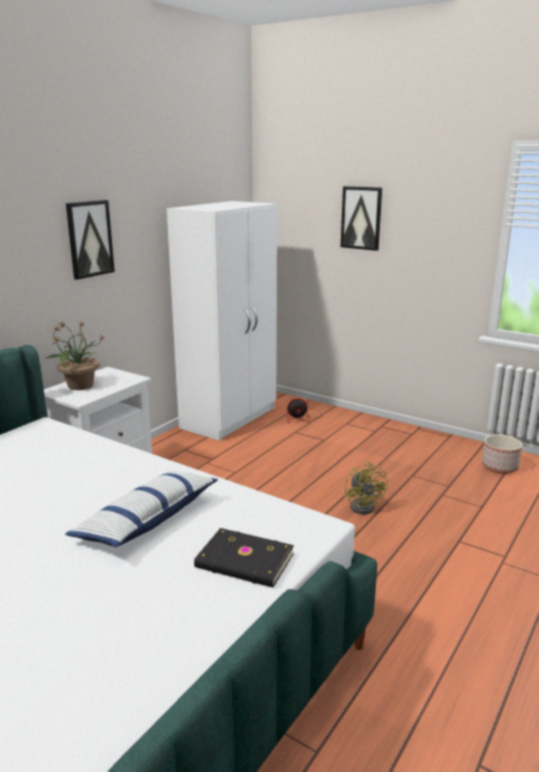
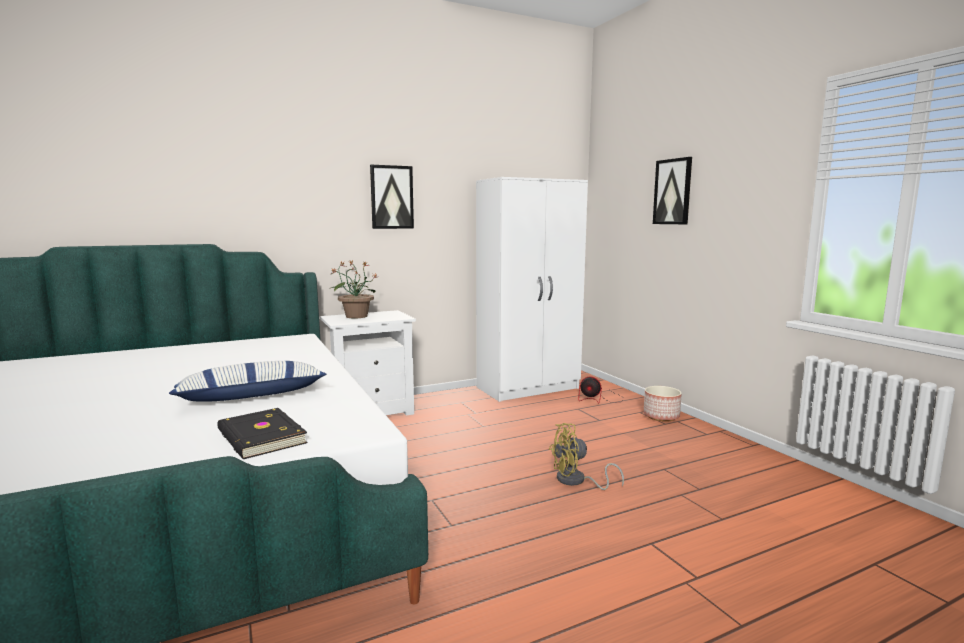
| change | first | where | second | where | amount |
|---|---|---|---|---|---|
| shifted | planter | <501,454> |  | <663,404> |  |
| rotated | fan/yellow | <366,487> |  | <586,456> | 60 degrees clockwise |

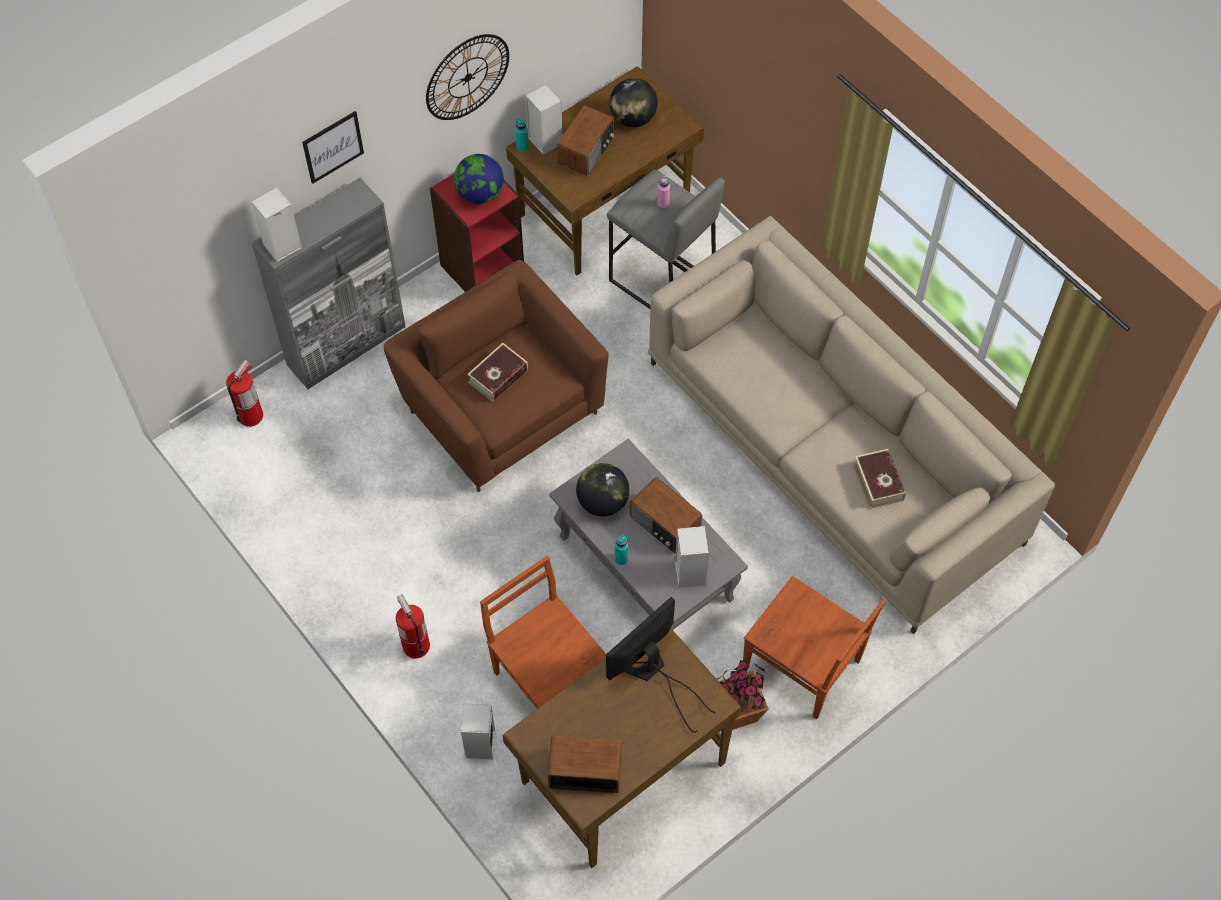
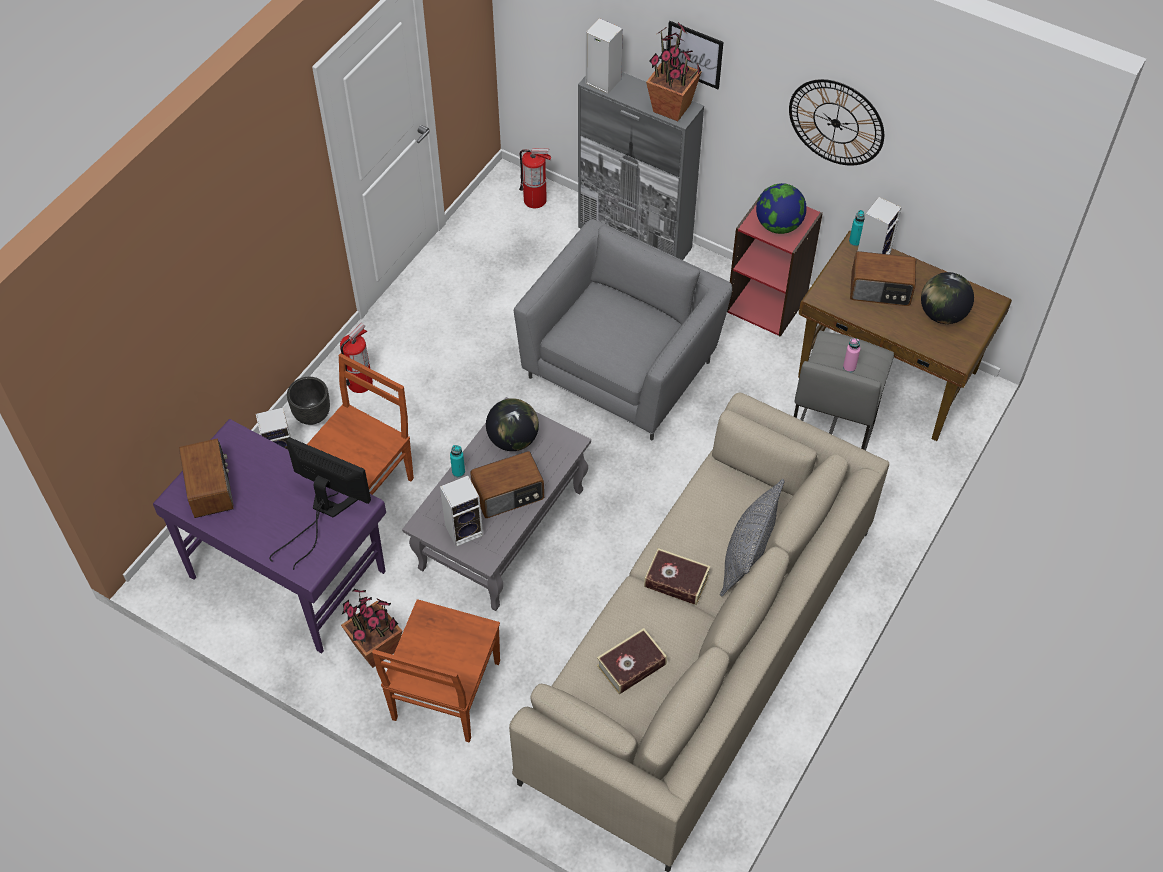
| change | first | where | second | where | amount |
|---|---|---|---|---|---|
| new |  |  | planter/black | <308,401> |  |
| new |  |  | potted plant | <674,71> |  |
| new |  |  | pillow/grey | <752,537> |  |
| shifted | book | <497,372> |  | <677,576> |  |
| repainted | armchair/brown | <496,376> | armchair/grey | <623,329> |  |
| repainted | desk/brown | <622,748> | desk/purple | <269,536> |  |
| rotated | radio | <666,515> |  | <507,484> | 135 degrees counterclockwise |

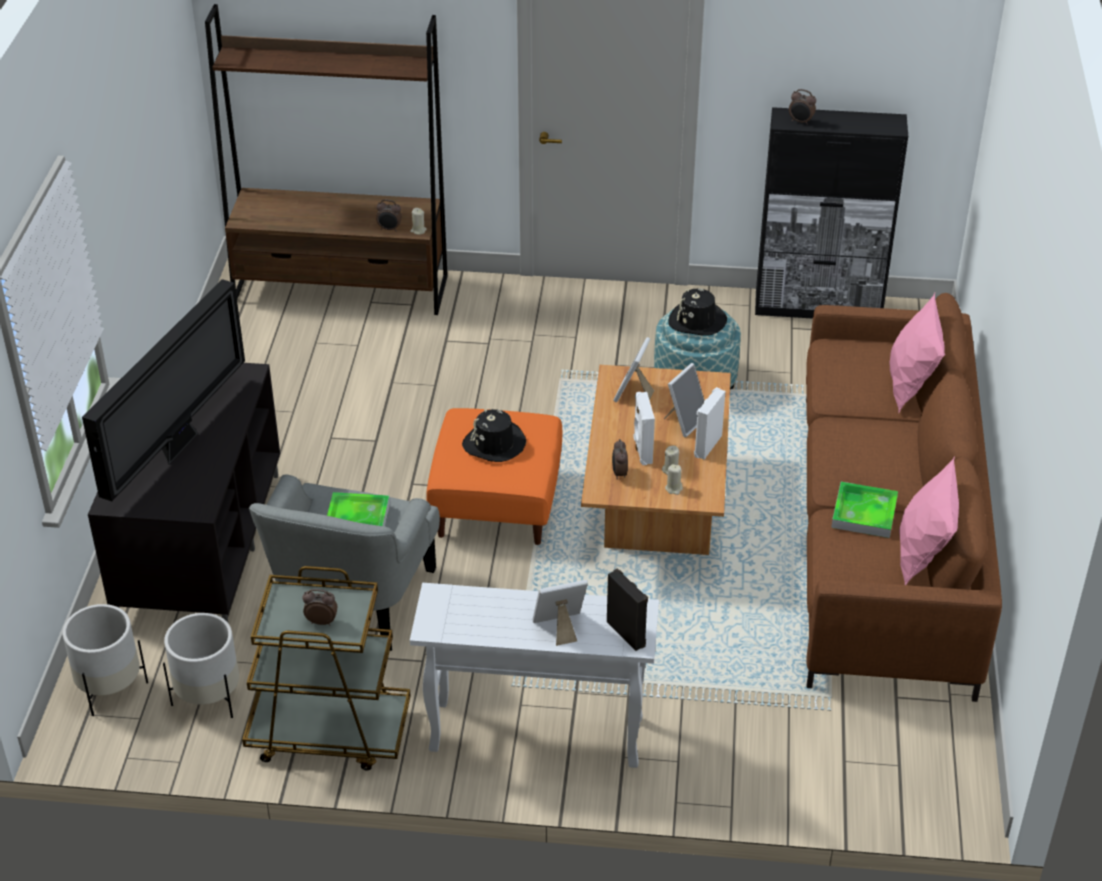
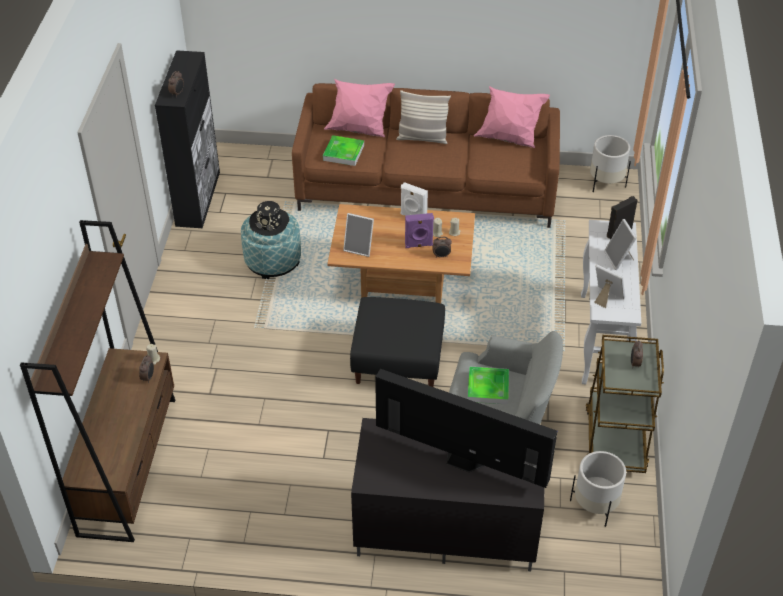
| change | first | where | second | where | amount |
|---|---|---|---|---|---|
| gone | hat/black | <494,435> |  |  |  |
| new |  |  | pillow | <423,117> |  |
| shifted | planter/white | <105,660> |  | <610,163> |  |
| shifted | picture frame | <684,400> |  | <609,286> |  |
| shifted | tray | <864,510> |  | <343,150> |  |
| repainted | ottoman/orange | <494,476> | ottoman/black | <397,342> |  |
| repainted | speaker/white | <644,428> | speaker/purple | <419,230> |  |

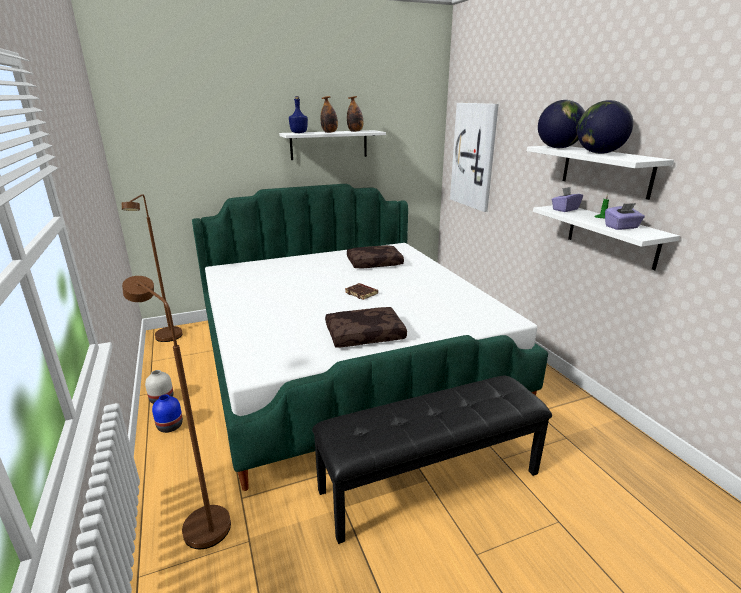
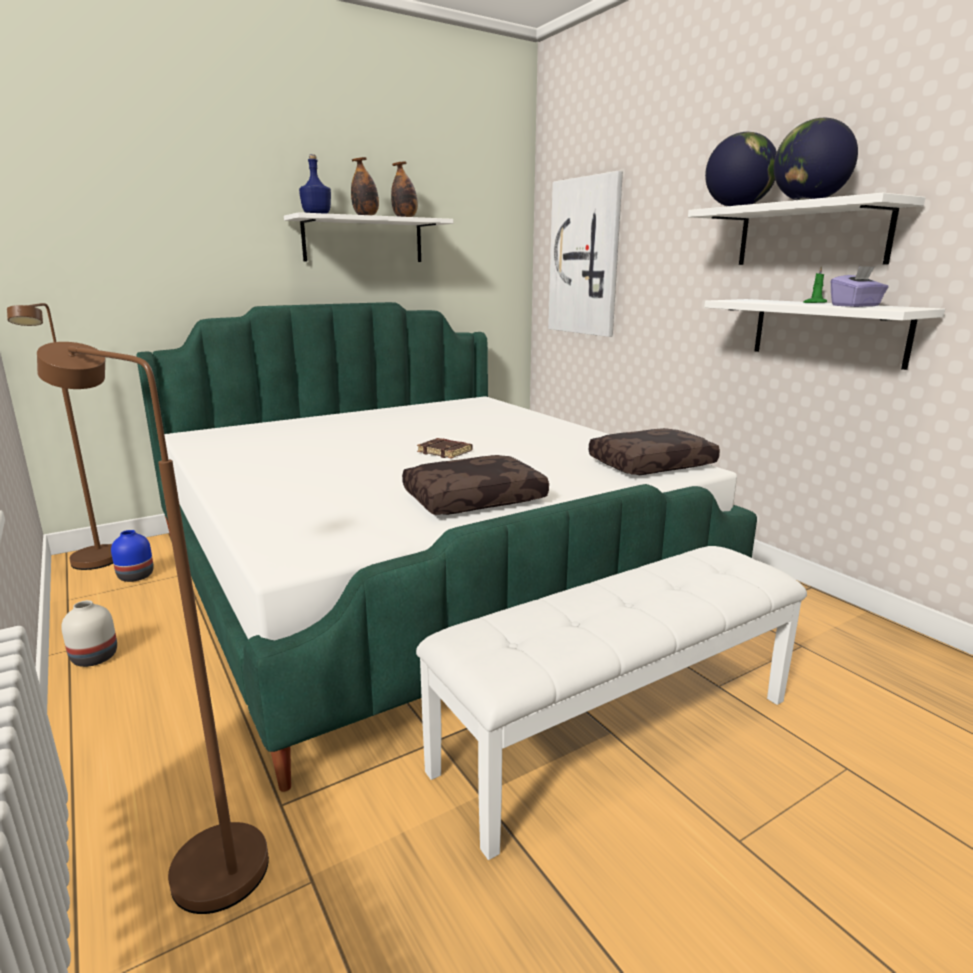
| change | first | where | second | where | amount |
|---|---|---|---|---|---|
| gone | tissue box/purple | <567,199> |  |  |  |
| shifted | vase/blue | <167,413> |  | <132,556> |  |
| shifted | pillow/brown | <375,257> |  | <654,451> |  |
| repainted | bench/black | <432,460> | bench/white | <611,703> |  |

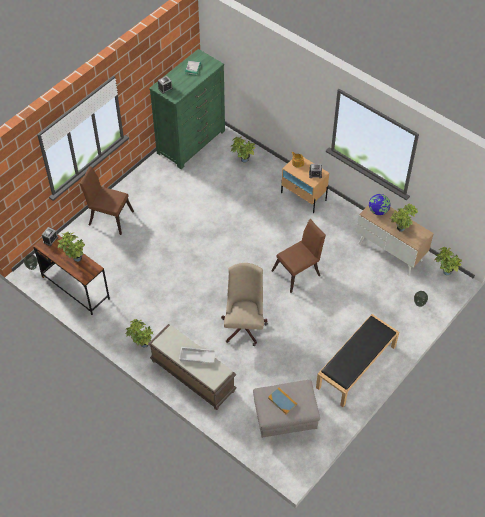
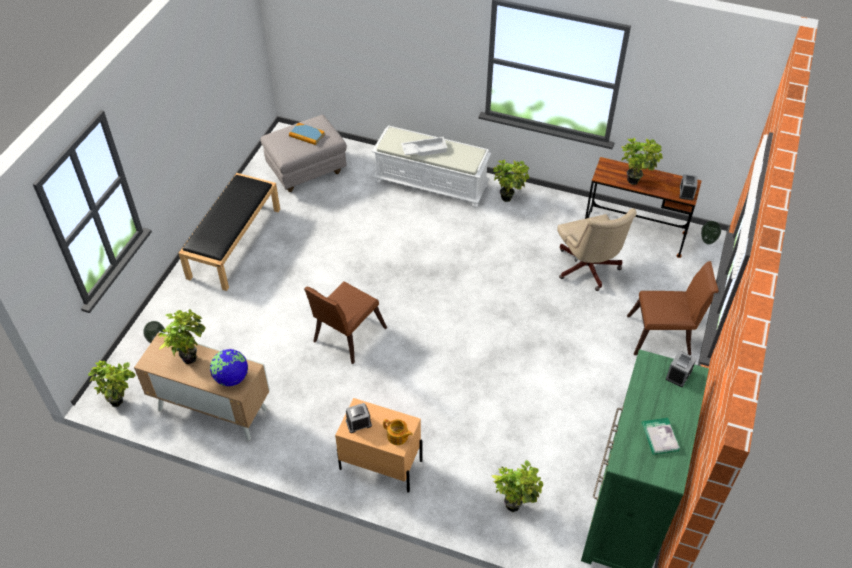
| change | first | where | second | where | amount |
|---|---|---|---|---|---|
| shifted | office chair/beige | <244,304> |  | <597,249> |  |
| repainted | bench/brown | <192,367> | bench/white | <431,166> |  |

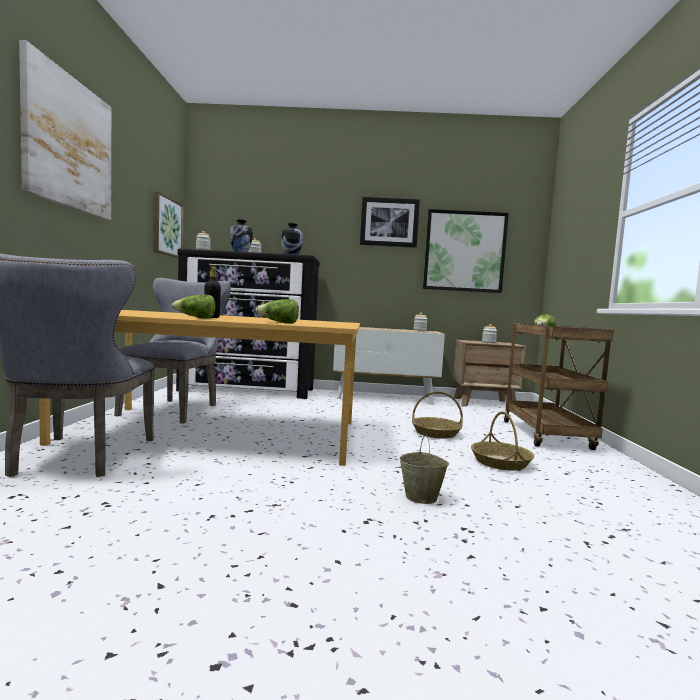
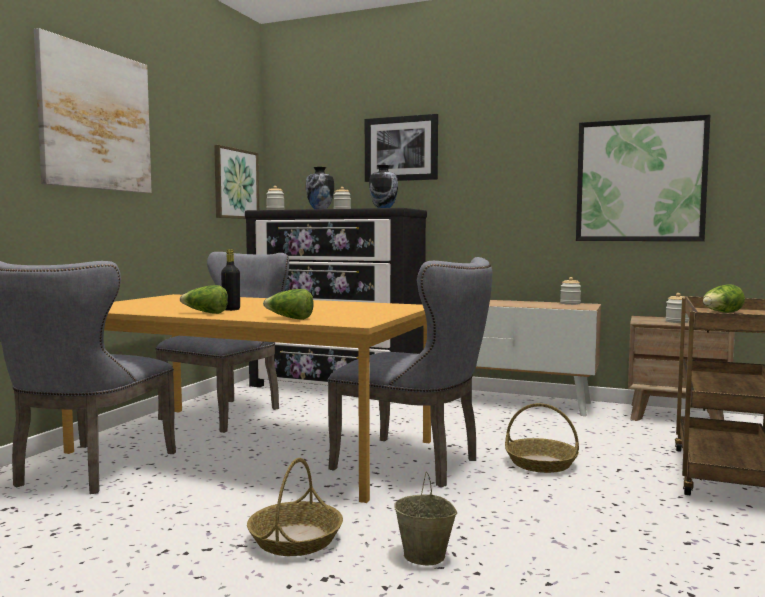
| change | first | where | second | where | amount |
|---|---|---|---|---|---|
| new |  |  | chair/grey | <410,372> |  |
| shifted | picture | <390,222> |  | <401,148> |  |
| shifted | basket | <502,441> |  | <295,507> |  |

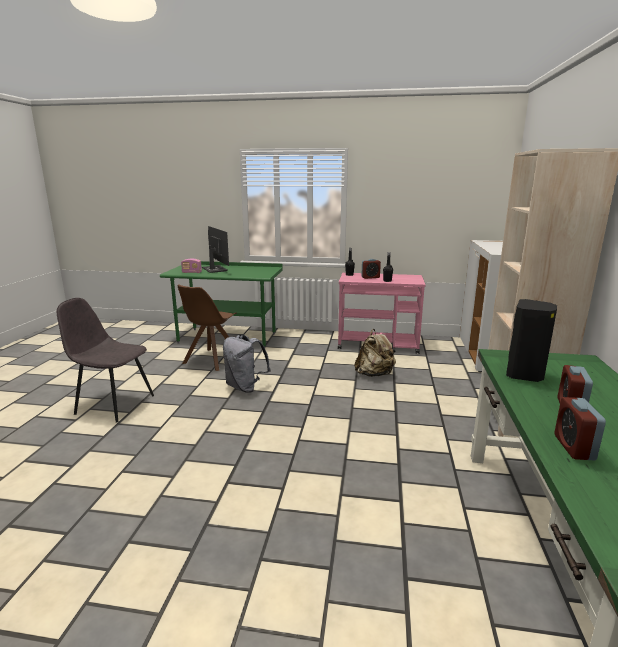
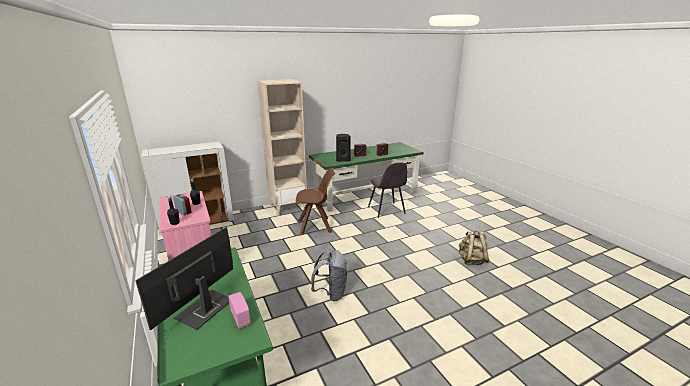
| change | first | where | second | where | amount |
|---|---|---|---|---|---|
| shifted | chair/grey | <105,360> |  | <387,190> |  |
| shifted | chair/brown | <207,327> |  | <315,201> |  |
| shifted | backpack/beige | <375,353> |  | <474,248> |  |

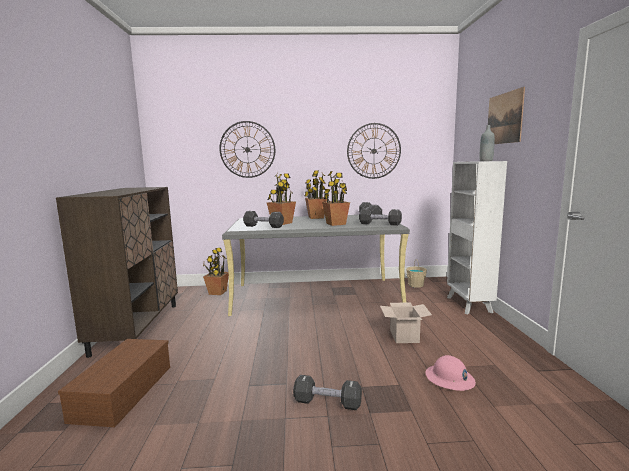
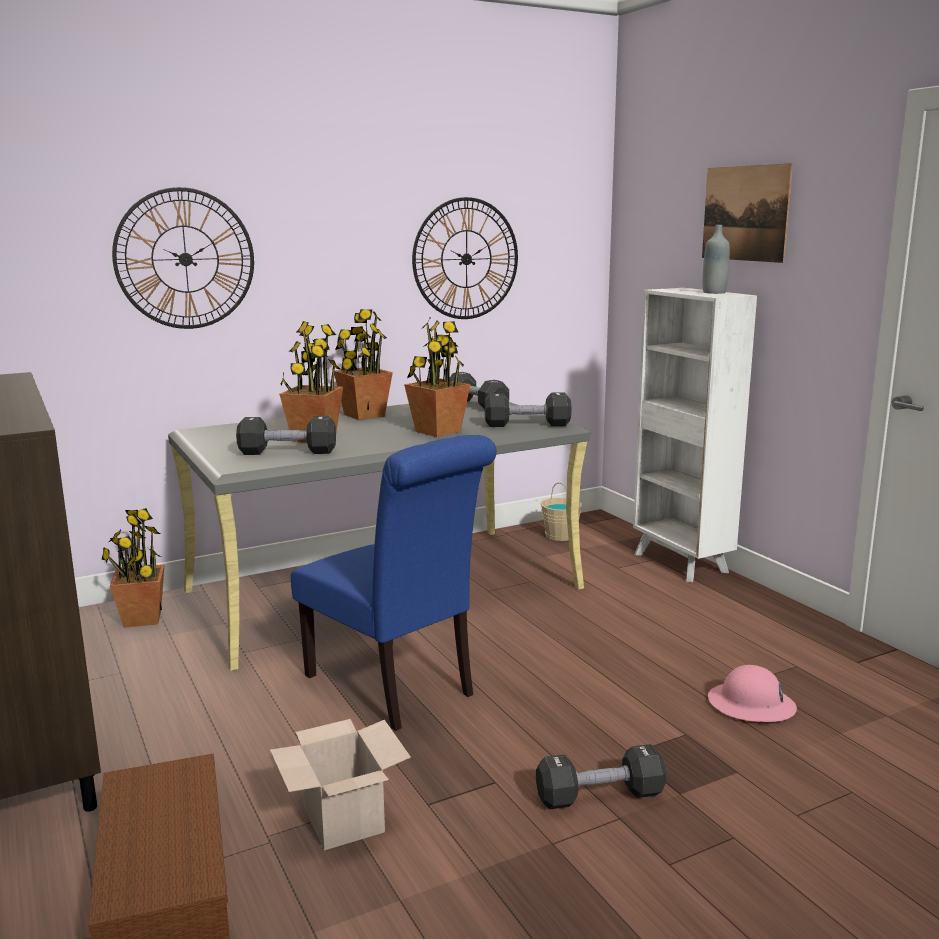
| change | first | where | second | where | amount |
|---|---|---|---|---|---|
| new |  |  | chair/blue | <394,583> |  |
| shifted | cardboard box | <406,322> |  | <340,784> |  |

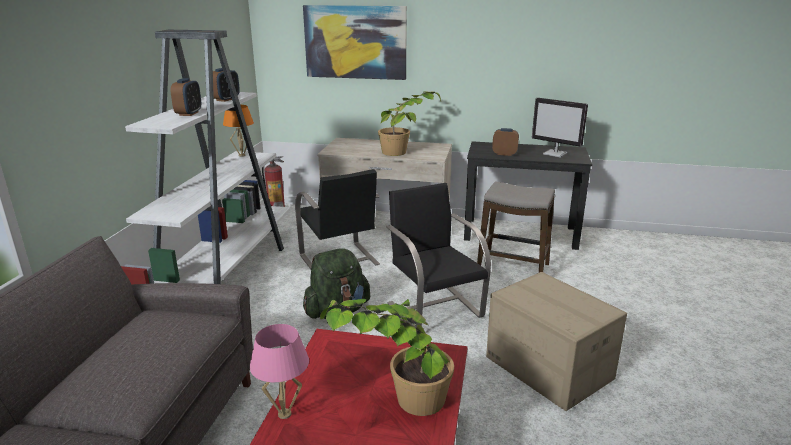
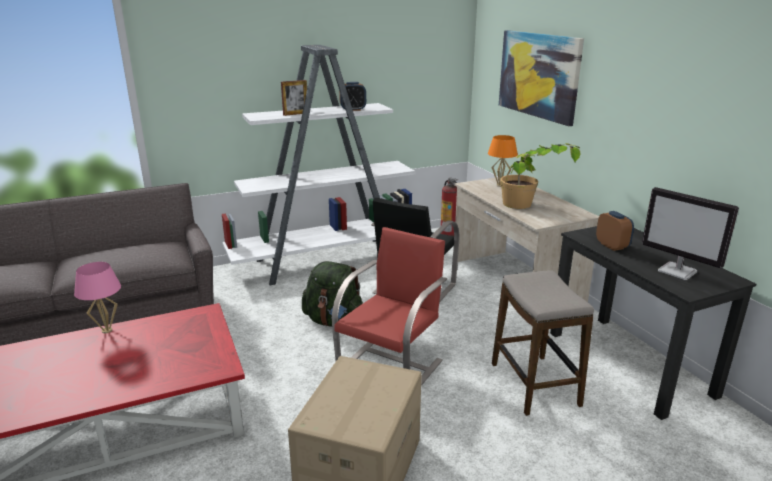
| change | first | where | second | where | amount |
|---|---|---|---|---|---|
| gone | potted plant | <387,357> |  |  |  |
| shifted | table lamp/orange | <238,131> |  | <503,161> |  |
| swapped | alarm clock | <186,97> | picture frame | <294,98> |  |
| repainted | chair/black | <438,255> | chair/red | <389,306> |  |
| rotated | monitor | <560,127> |  | <690,233> | 45 degrees counterclockwise |

